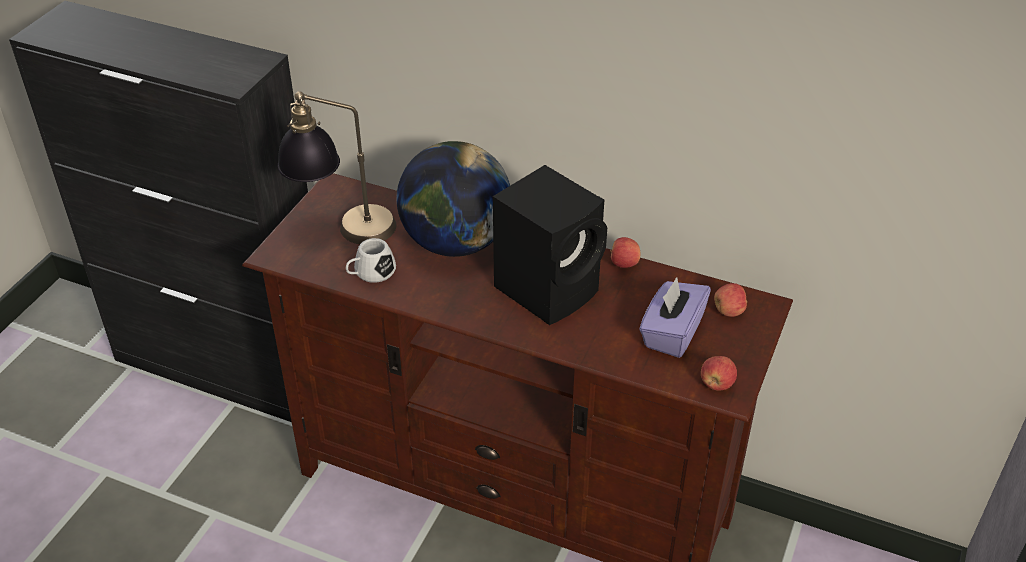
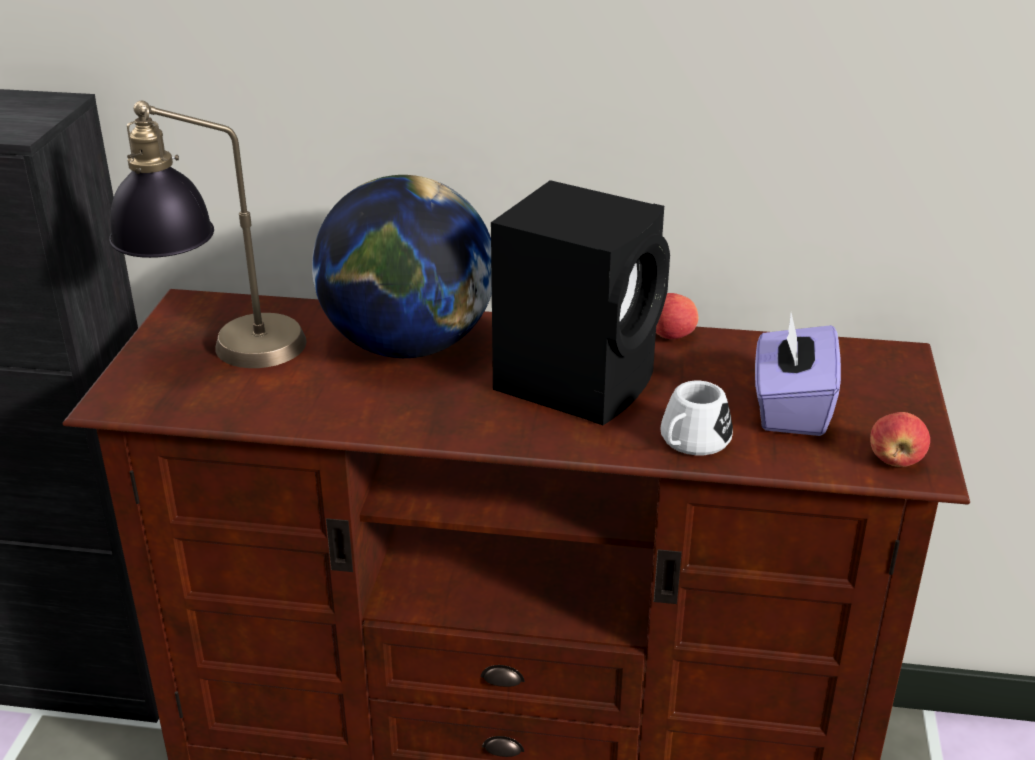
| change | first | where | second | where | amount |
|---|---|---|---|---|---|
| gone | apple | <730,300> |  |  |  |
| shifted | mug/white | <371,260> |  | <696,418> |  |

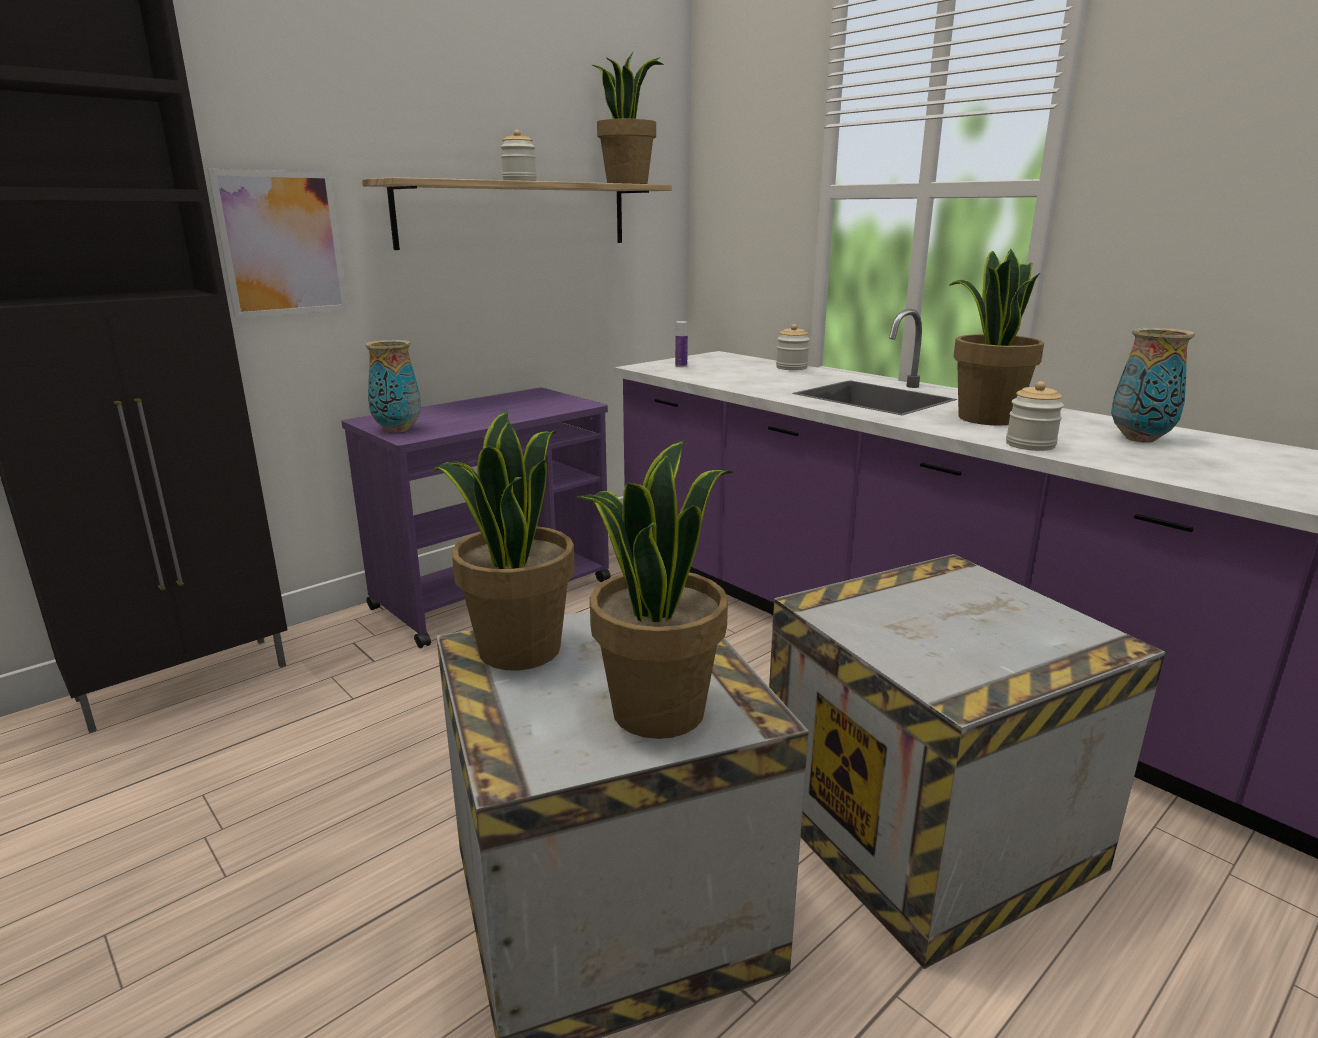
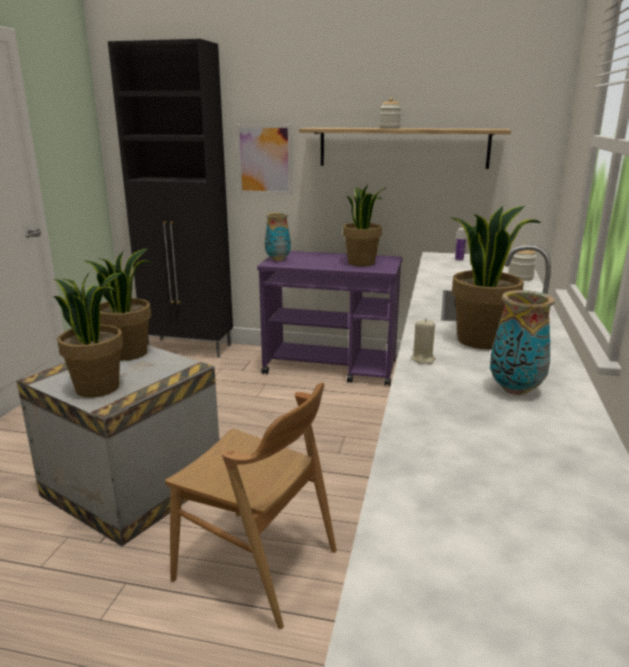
| change | first | where | second | where | amount |
|---|---|---|---|---|---|
| shifted | potted plant | <628,118> |  | <364,225> |  |
| swapped | crate | <967,761> | chair/brown | <251,506> |  |
| swapped | jar | <1035,416> | candle/beige | <423,342> |  |

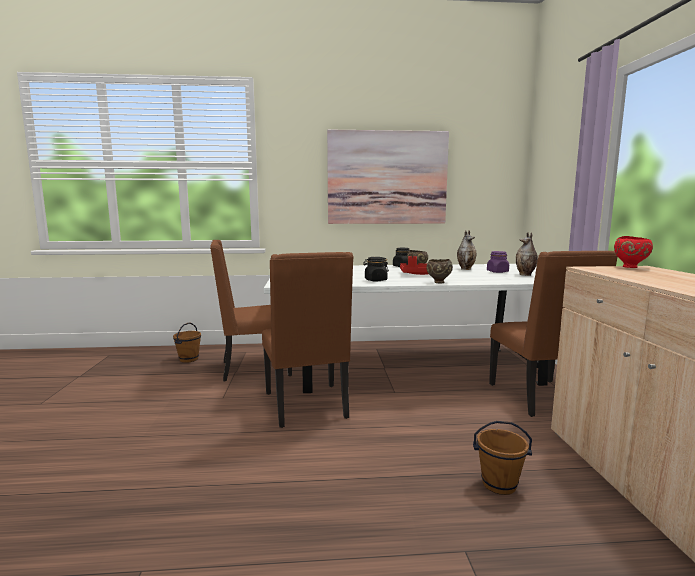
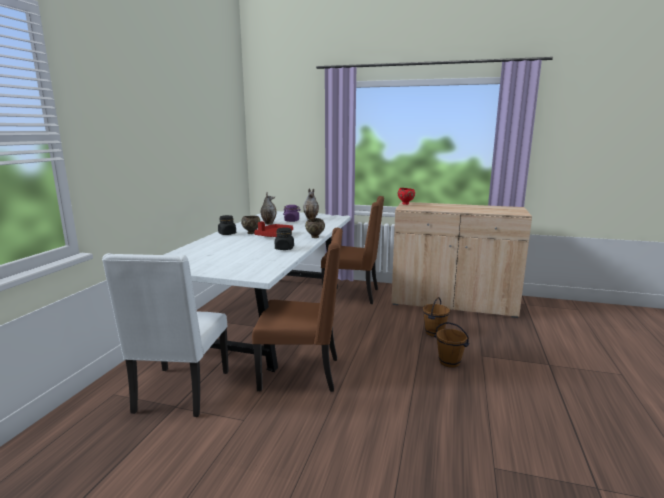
| change | first | where | second | where | amount |
|---|---|---|---|---|---|
| gone | picture | <388,176> |  |  |  |
| shifted | bucket/brown | <187,342> |  | <451,345> |  |
| repainted | chair/brown | <251,310> | chair/white | <165,335> |  |

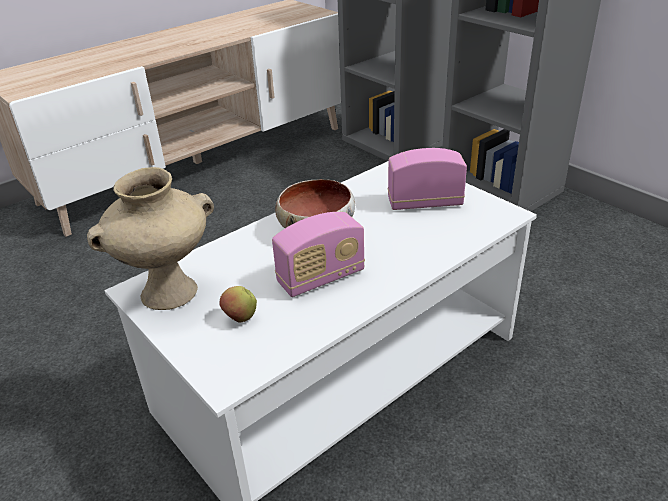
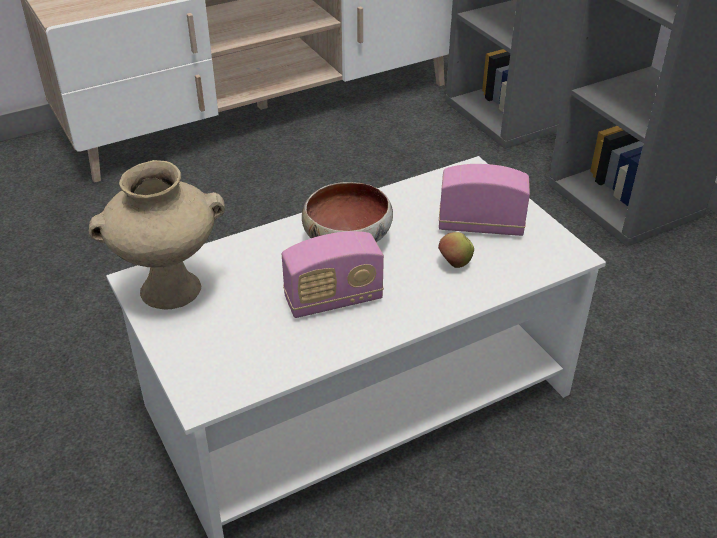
| change | first | where | second | where | amount |
|---|---|---|---|---|---|
| shifted | apple | <238,304> |  | <456,250> |  |

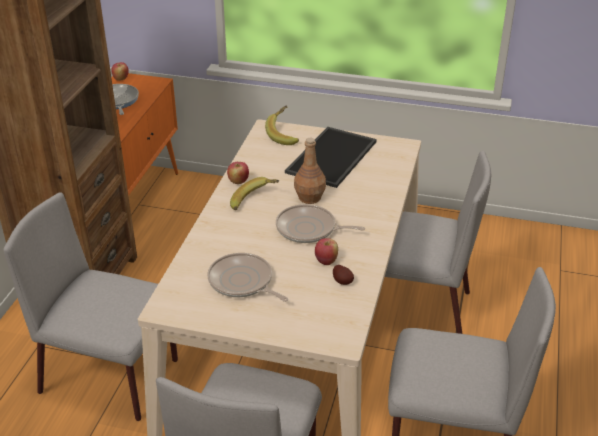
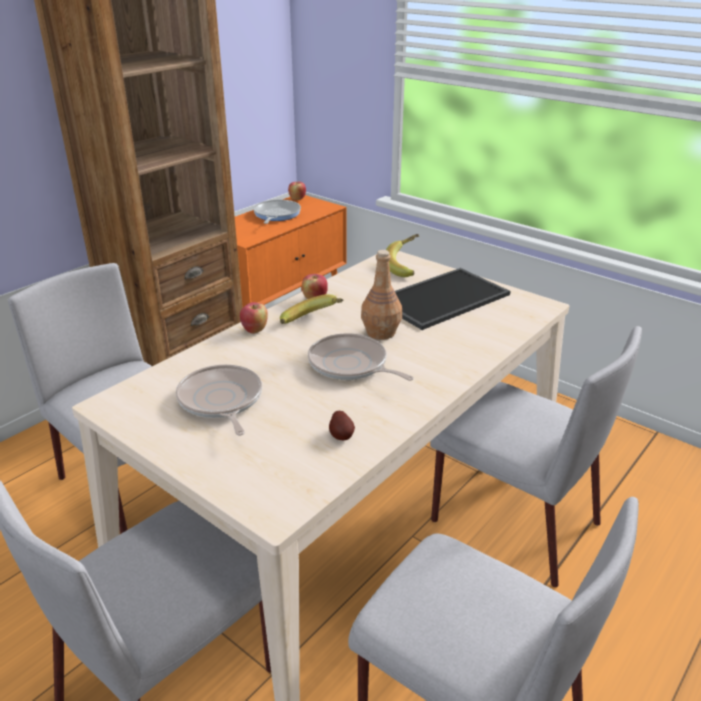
| change | first | where | second | where | amount |
|---|---|---|---|---|---|
| shifted | apple | <326,251> |  | <254,318> |  |

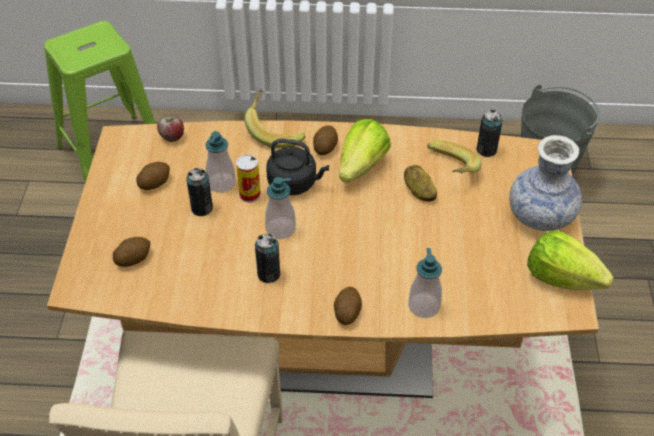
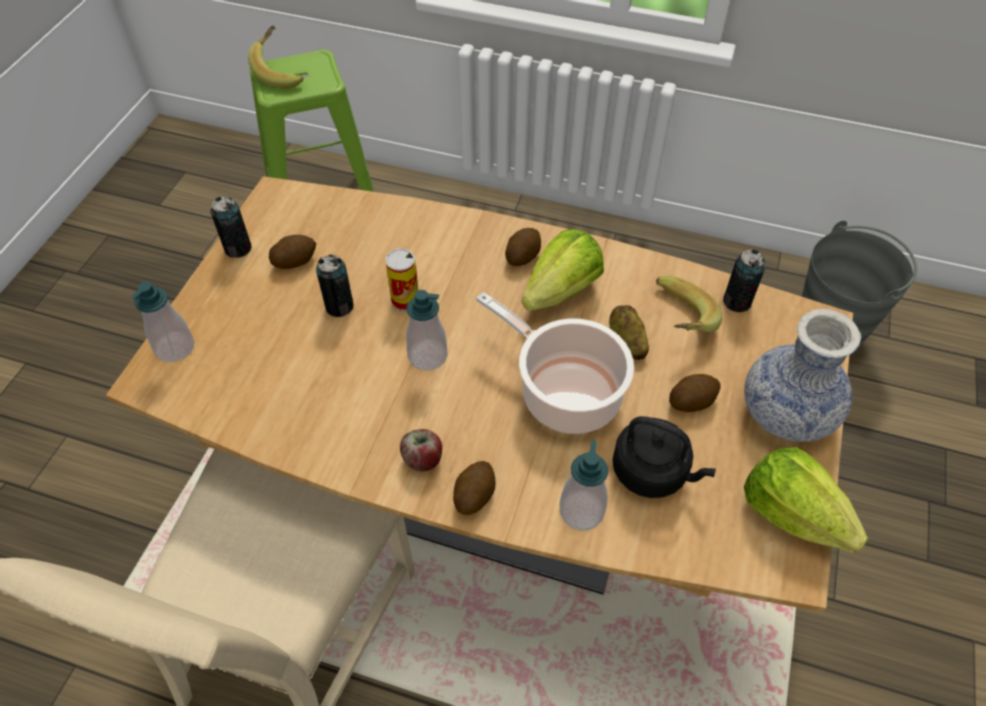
| change | first | where | second | where | amount |
|---|---|---|---|---|---|
| new |  |  | cooking pot | <555,363> |  |
| shifted | potato | <131,252> |  | <694,393> |  |
| shifted | apple | <170,129> |  | <421,450> |  |
| shifted | soap dispenser | <220,162> |  | <162,321> |  |
| shifted | banana | <275,118> |  | <275,56> |  |
| shifted | can | <267,258> |  | <231,227> |  |
| shifted | kettle/black | <297,167> |  | <664,457> |  |

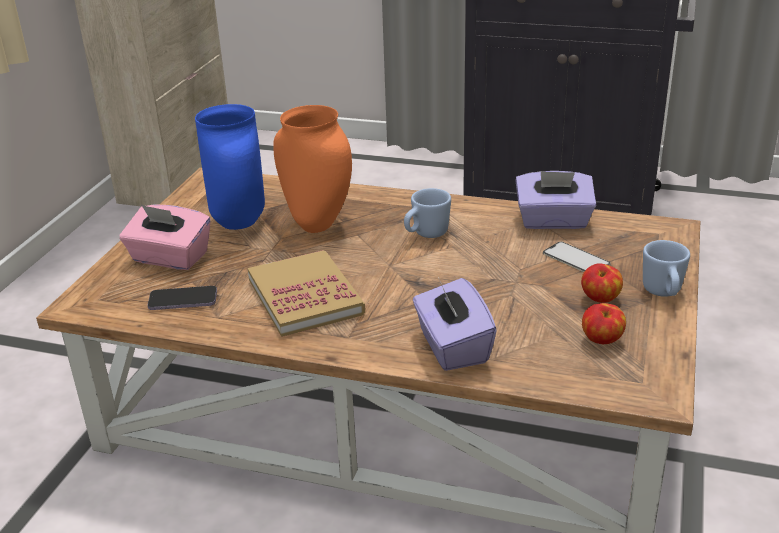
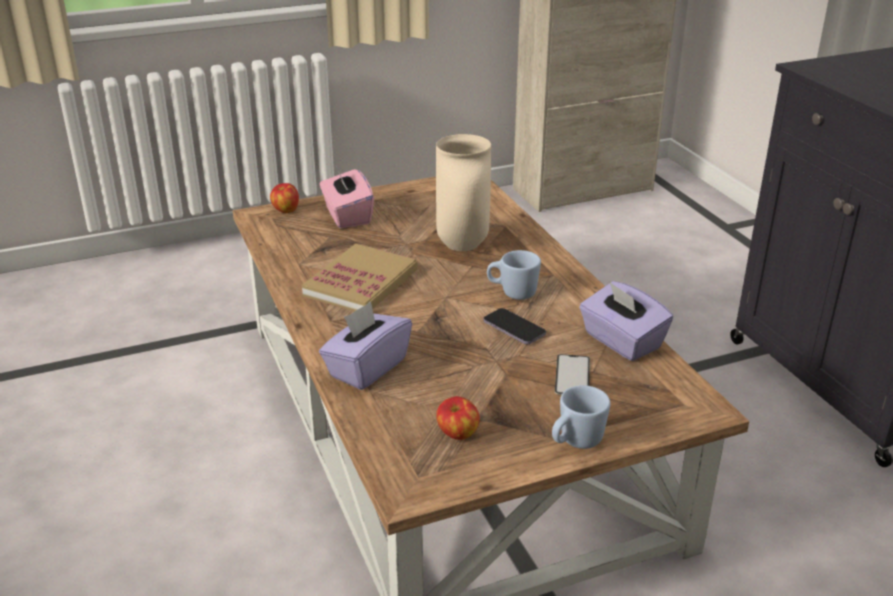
| change | first | where | second | where | amount |
|---|---|---|---|---|---|
| gone | vase/blue | <230,167> |  |  |  |
| shifted | phone | <182,298> |  | <514,326> |  |
| shifted | apple | <602,283> |  | <284,198> |  |
| repainted | vase/orange | <312,169> | vase/beige | <463,192> |  |

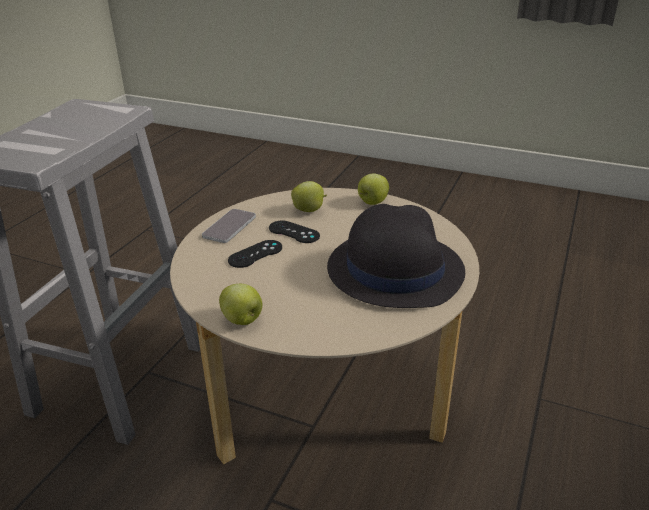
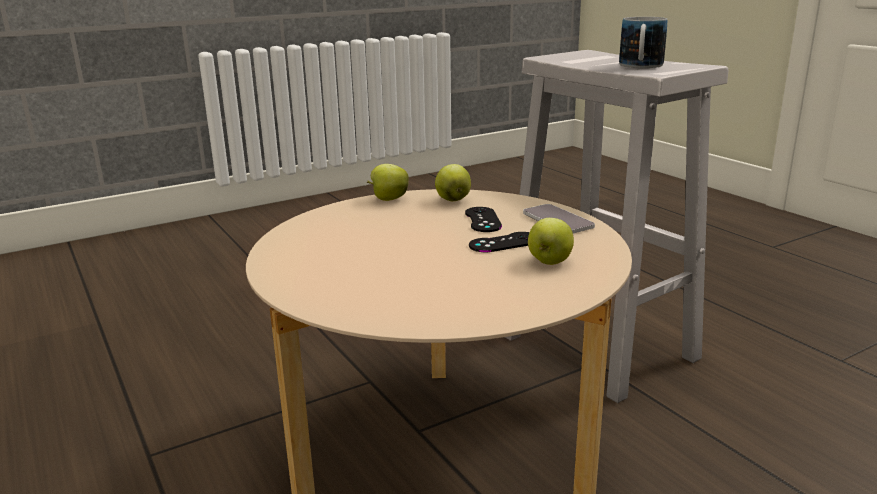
| change | first | where | second | where | amount |
|---|---|---|---|---|---|
| gone | hat/black | <396,256> |  |  |  |
| new |  |  | mug | <643,42> |  |
| shifted | apple | <373,189> |  | <453,182> |  |

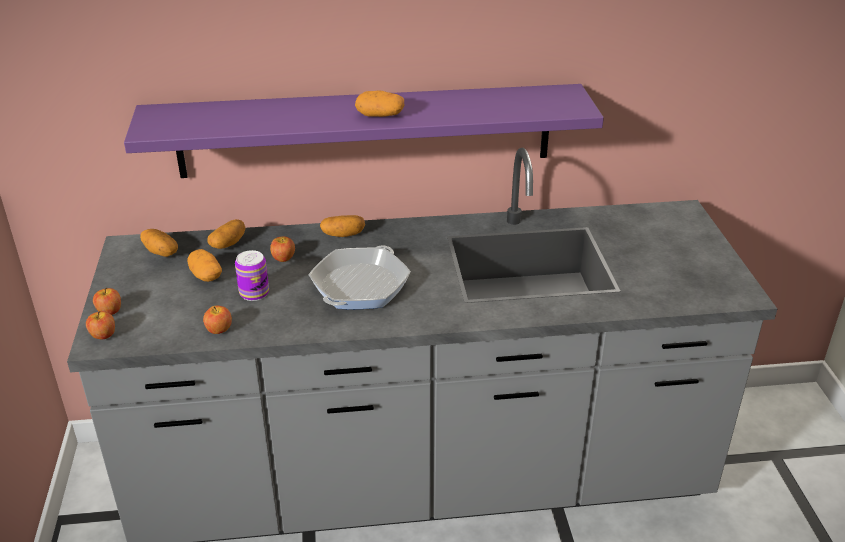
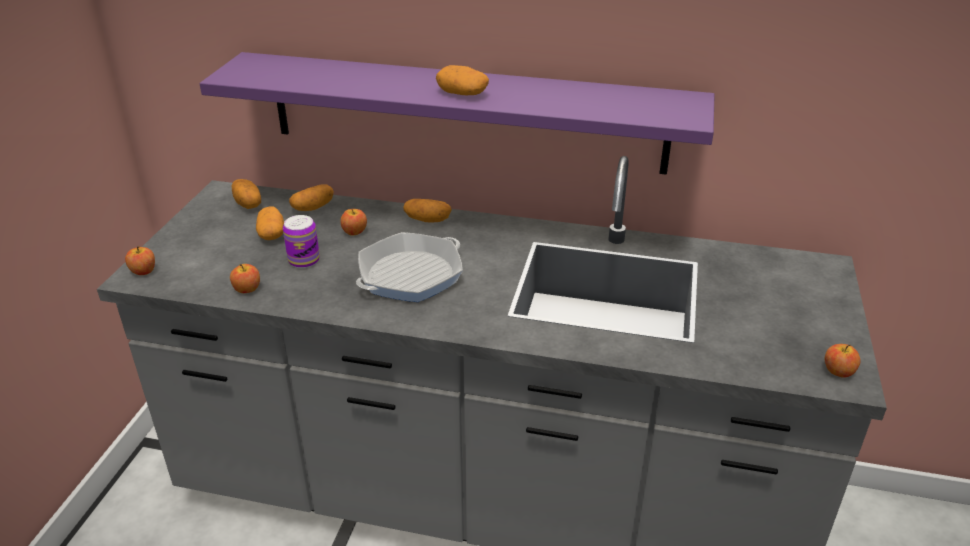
| change | first | where | second | where | amount |
|---|---|---|---|---|---|
| shifted | apple | <107,301> |  | <843,361> |  |

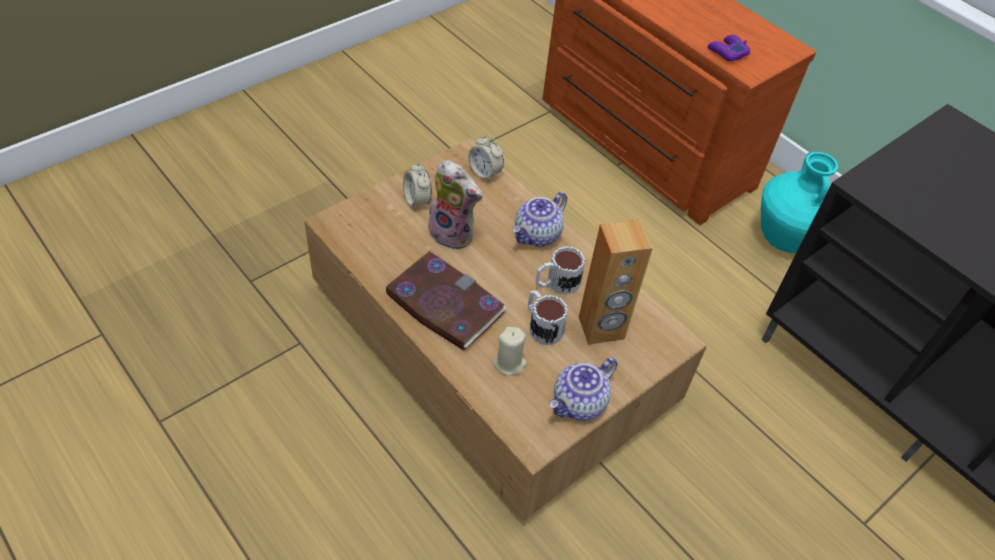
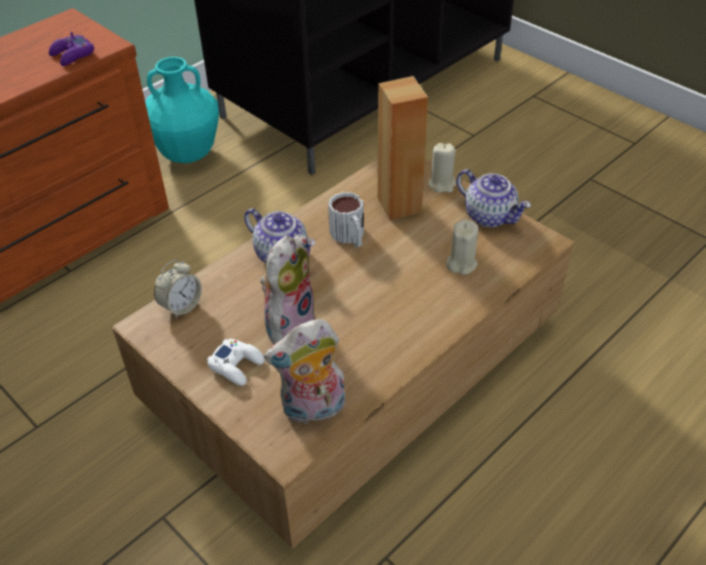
| change | first | where | second | where | amount |
|---|---|---|---|---|---|
| gone | book | <446,301> |  |  |  |
| gone | mug | <548,318> |  |  |  |
| new |  |  | plush toy | <304,372> |  |
| new |  |  | candle/beige | <442,168> |  |
| swapped | alarm clock | <417,186> | game controller/white | <236,362> |  |

